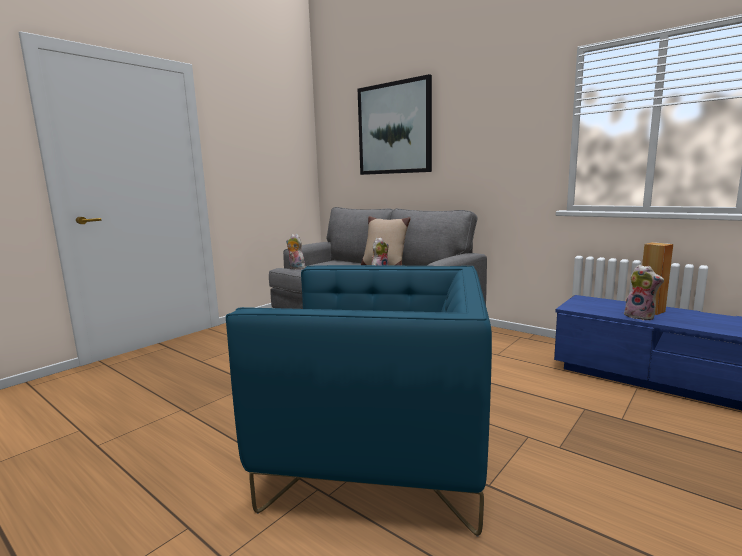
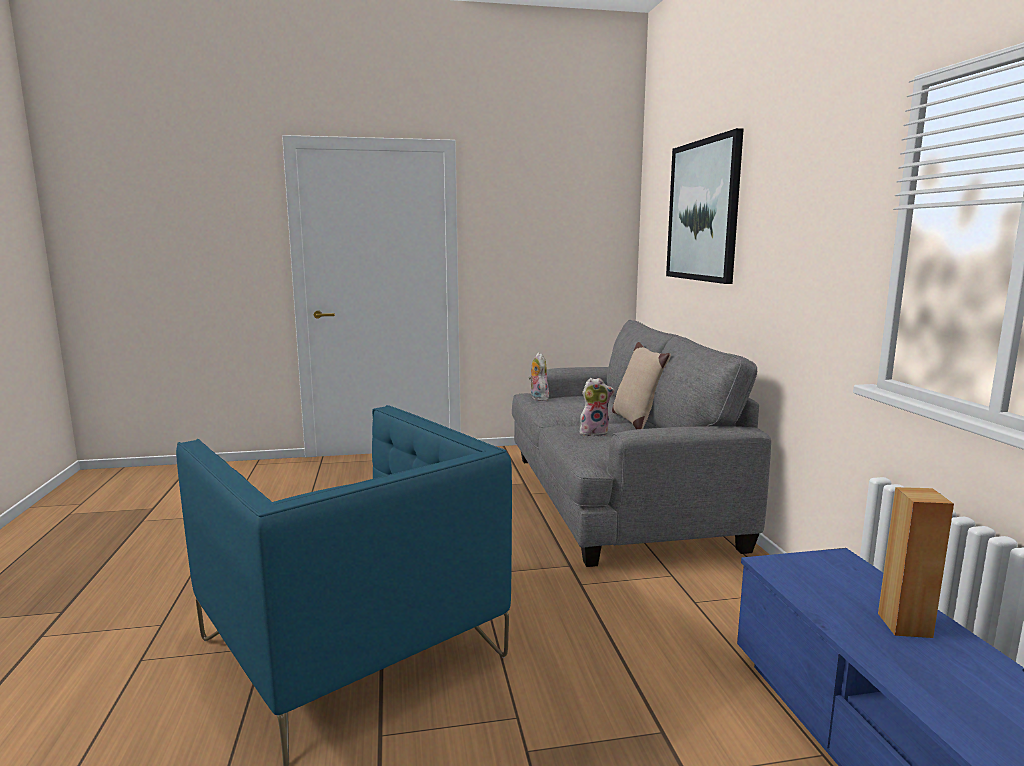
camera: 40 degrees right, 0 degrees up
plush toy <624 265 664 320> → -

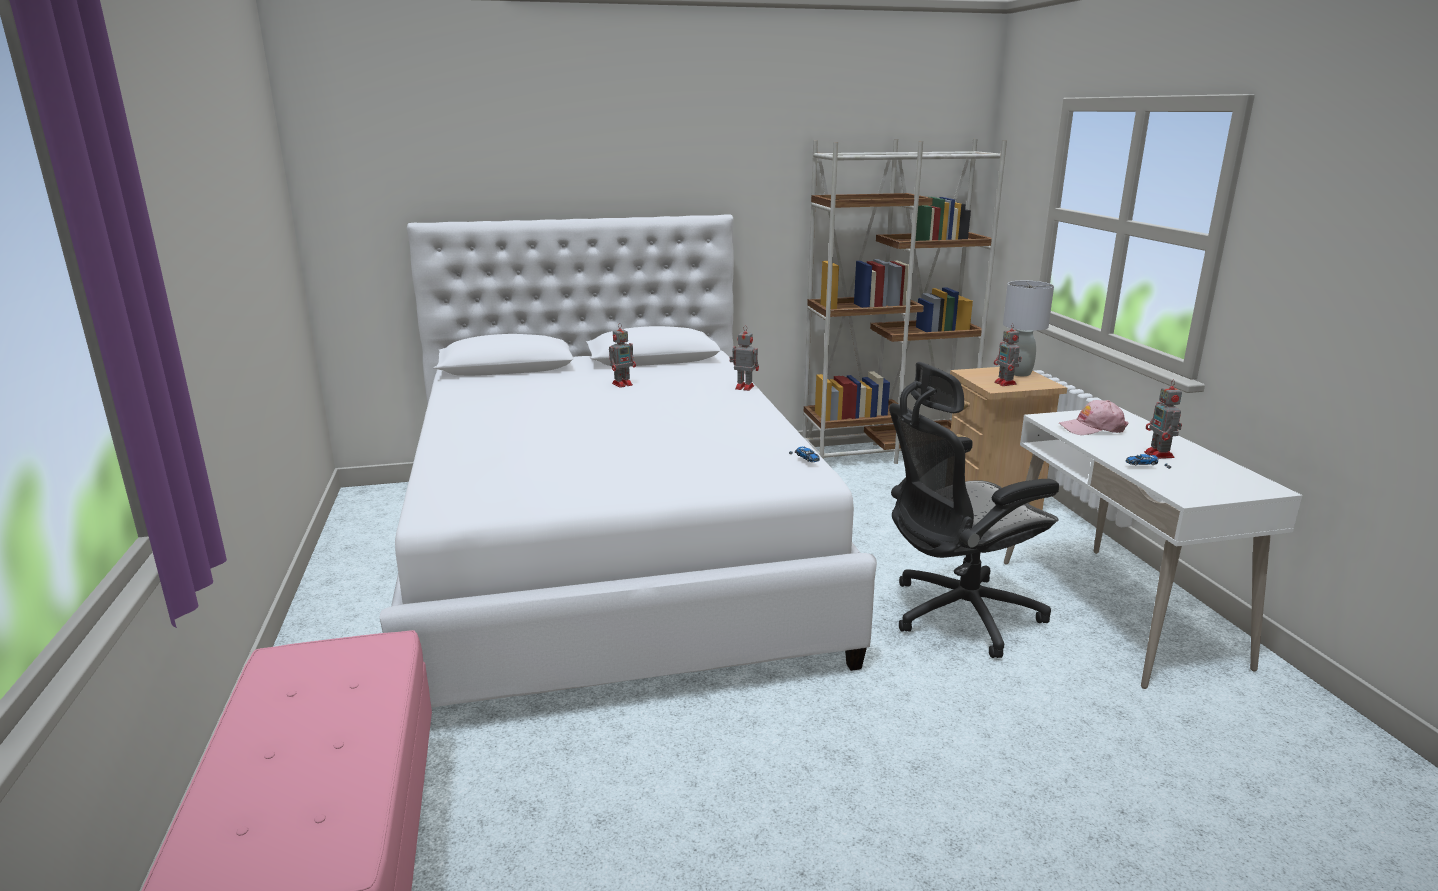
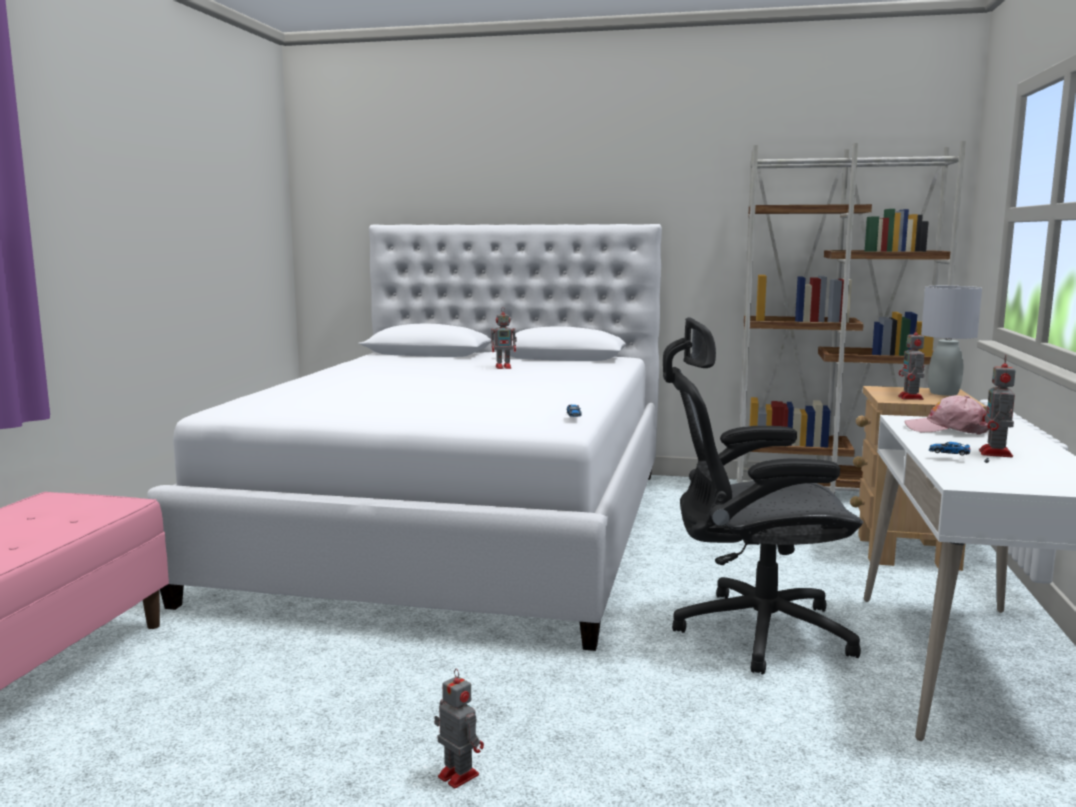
camera: 25 degrees right, 10 degrees down
robot figure <730 326 759 391> → robot figure <434 668 484 788>, moved

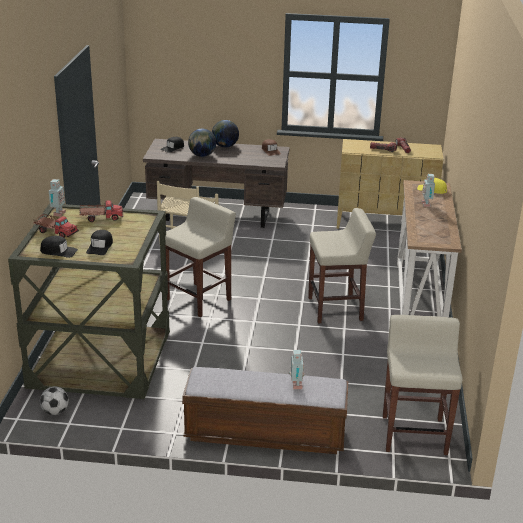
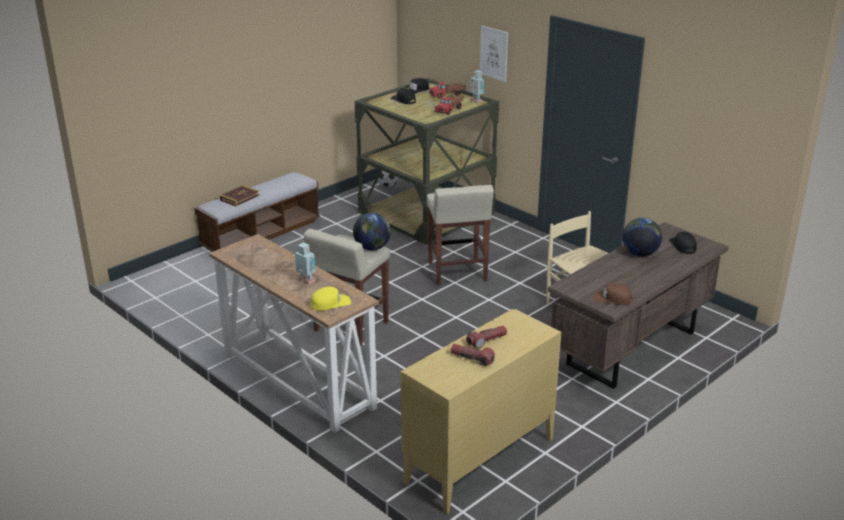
camera: 130 degrees right, 0 degrees up
sitting stool (beige) <383 315 462 455> → -
- → picture <480 26 508 82>
world globe <212 120 239 147> → world globe <353 213 391 250>, moved
robot figure <289 350 304 389> → volume <220 185 259 206>

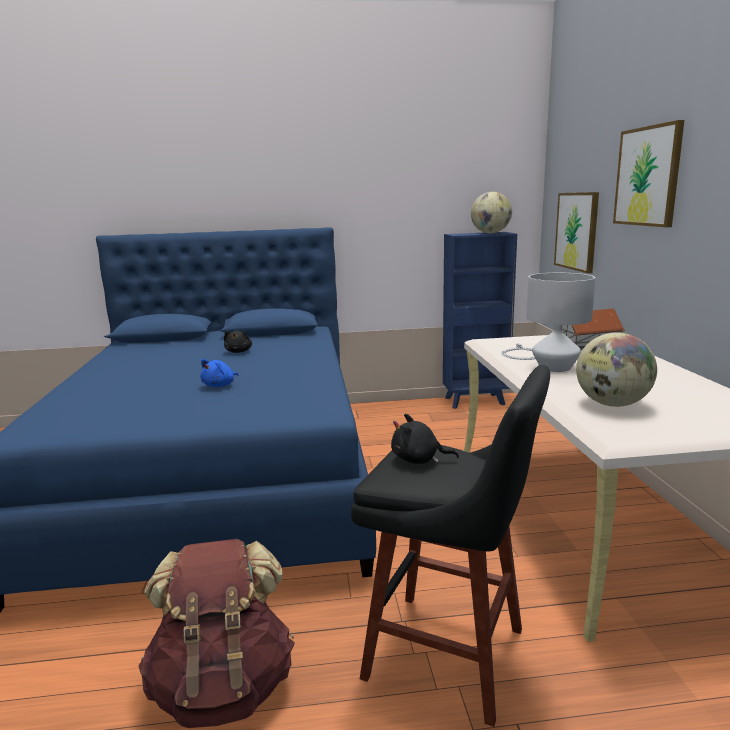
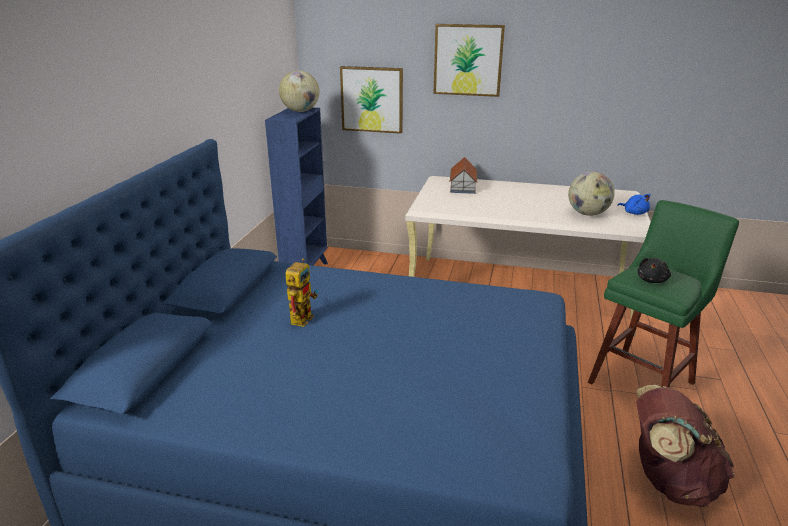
camera: 70 degrees left, 10 degrees up
lamp for a table (white-coloured) <501 273 595 372> → -
plush toy (blue-coloured) <200 359 238 387> → plush toy (blue-coloured) <617 194 650 215>, moved
plush toy (black-coloured) <224 330 252 353> → robot figure <286 258 318 327>
sitting stool (black-coloured) <351 365 550 727> → sitting stool (greenish) <588 200 739 388>

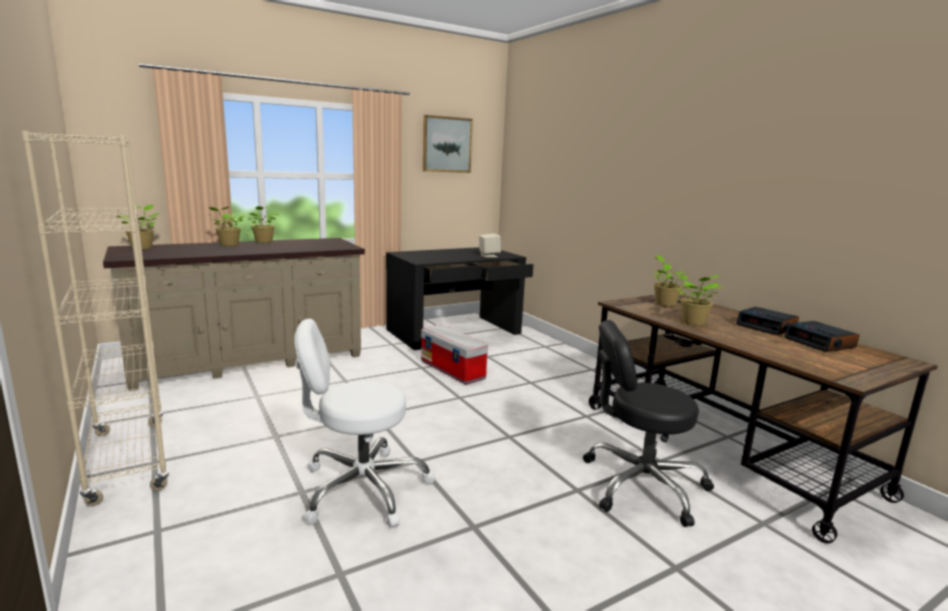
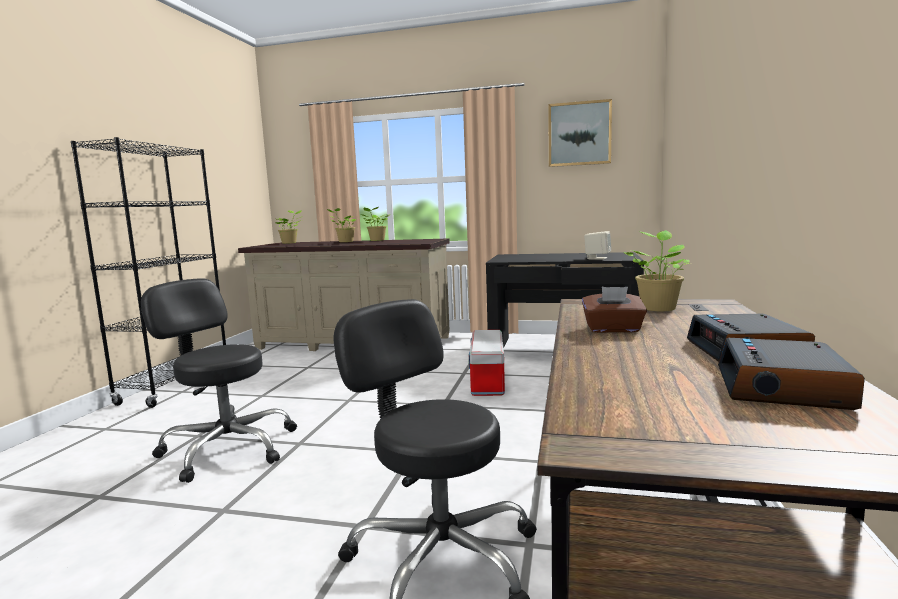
camera: 45 degrees right, 5 degrees down
potted plant <677 275 723 325> → box of tissues (brown-coloured) <582 287 647 333>
bookcase (beige) <21 131 169 506> → bookcase (black-coloured) <71 137 226 408>
computer chair (white-coloured) <295 319 435 528> → computer chair (black-coloured) <141 278 297 483>

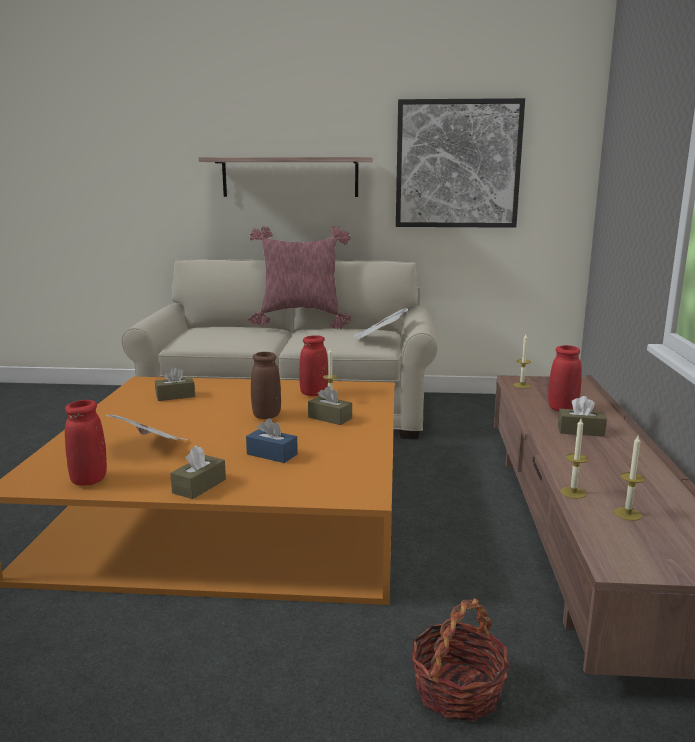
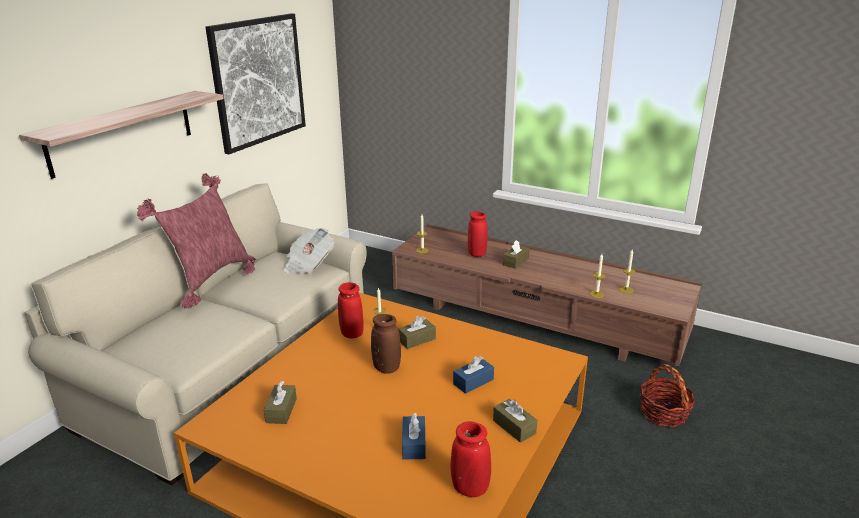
camera: 65 degrees left, 10 degrees up
printed paper <105 415 188 440> → box of tissues (blue-coloured) <402 413 426 459>

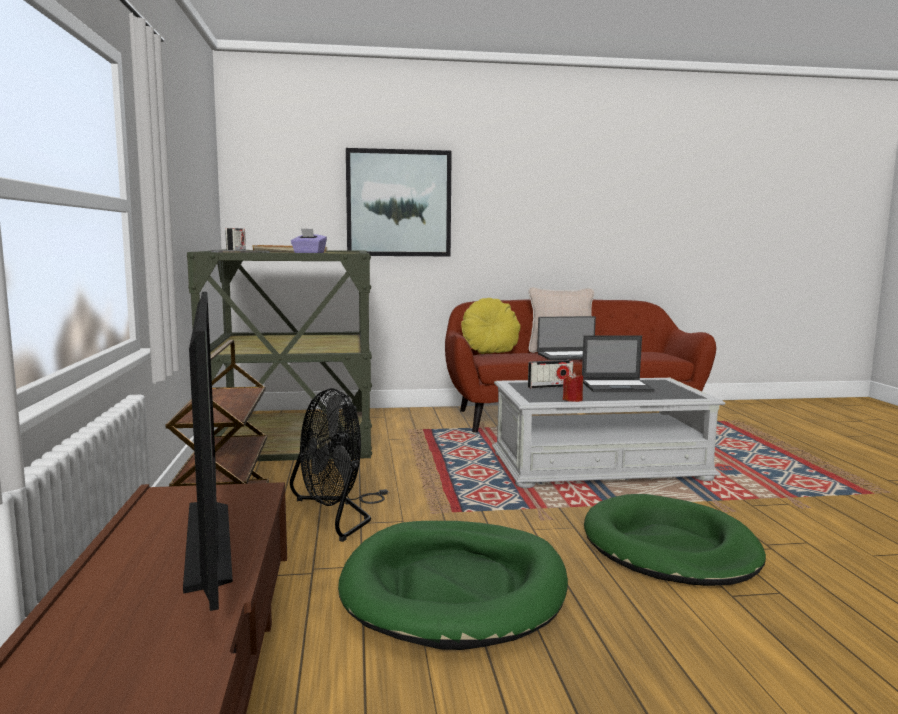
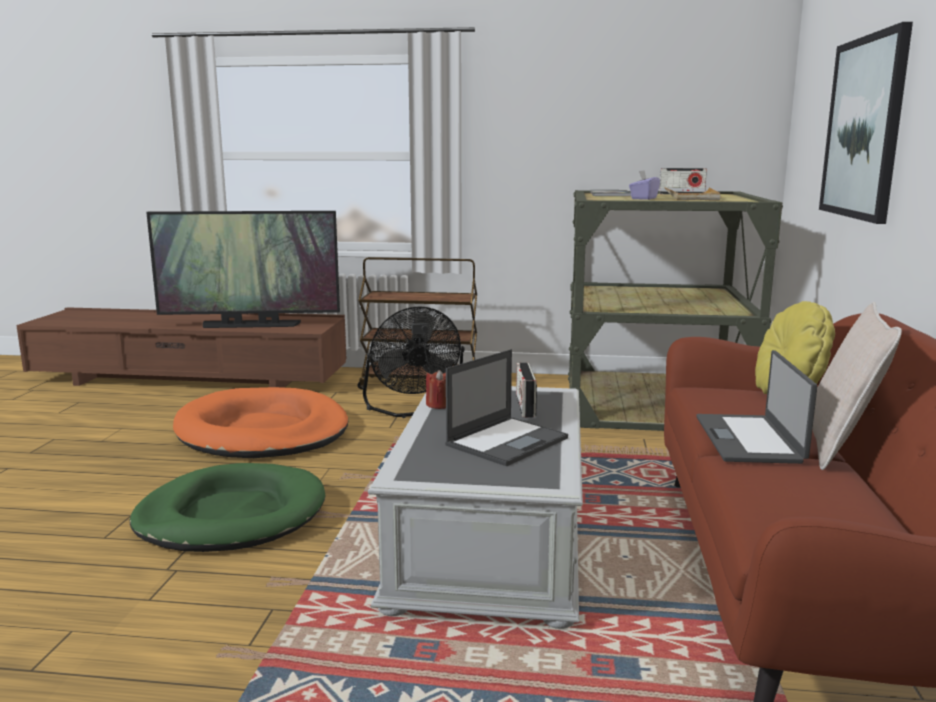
camera: 105 degrees right, 5 degrees up
dog cushion (greenish) <338 521 568 650> → dog cushion (orangey) <173 387 348 458>
notebook computer <582 335 655 392> → notebook computer <445 349 568 466>, 150 degrees counterclockwise

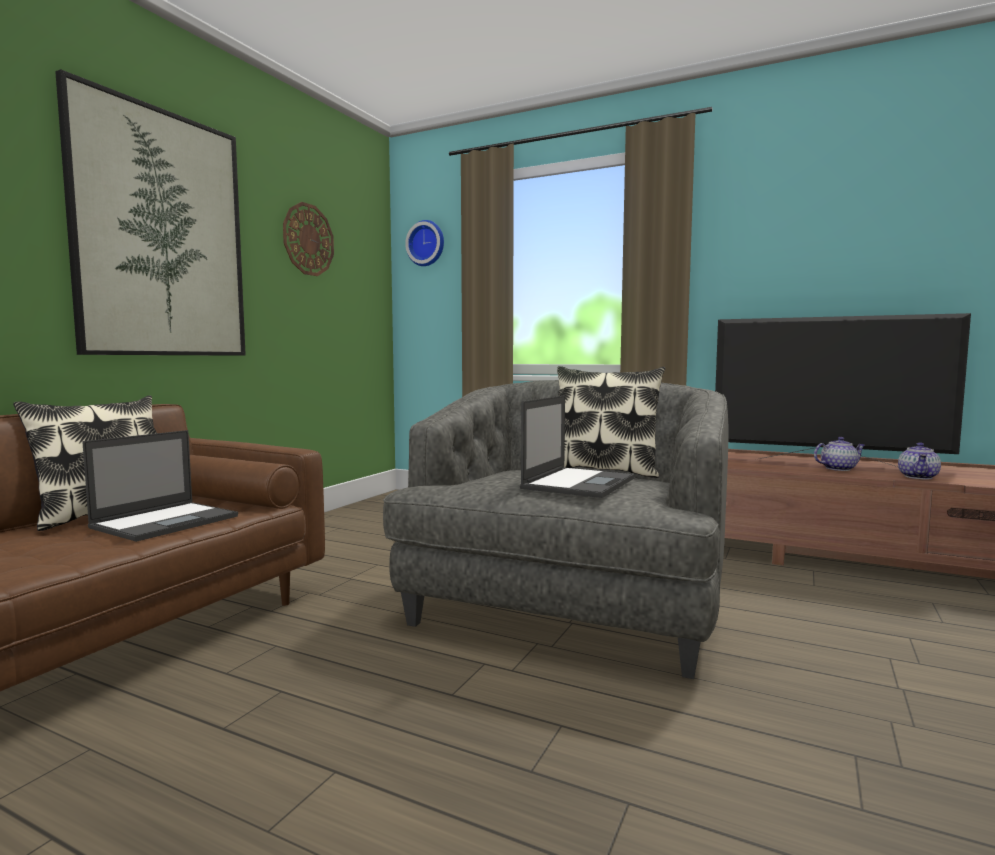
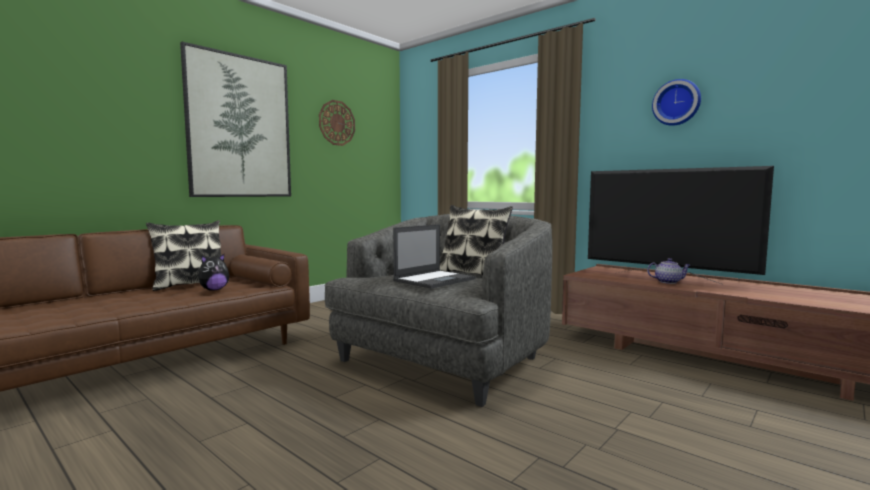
camera: 15 degrees right, 0 degrees up
teapot <898 442 941 479> → -
wall clock <405 220 444 266> → wall clock <652 79 701 126>, moved
notebook computer <82 430 238 542> → plush toy <198 254 229 291>

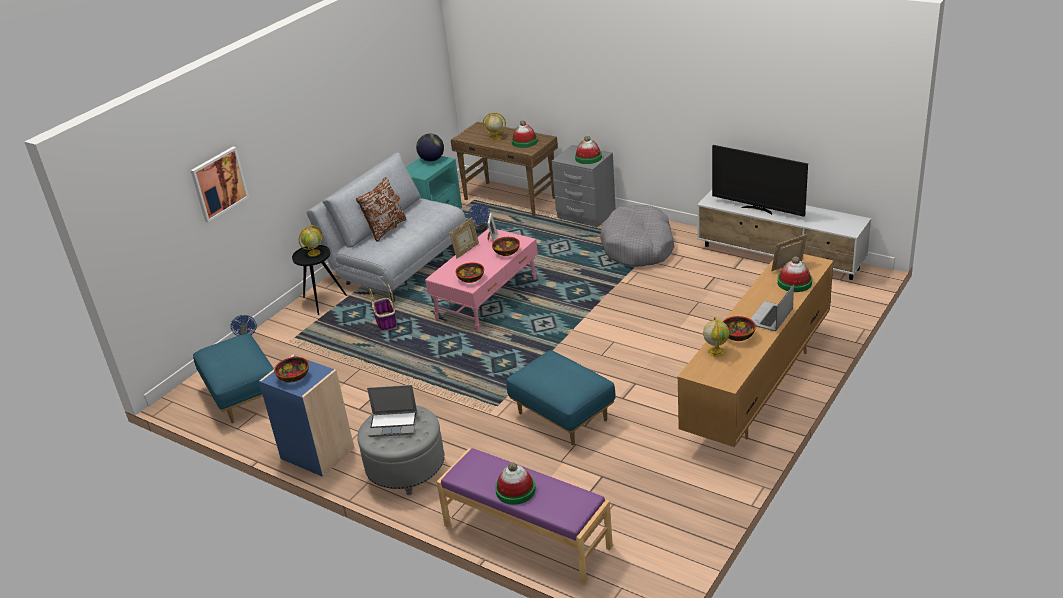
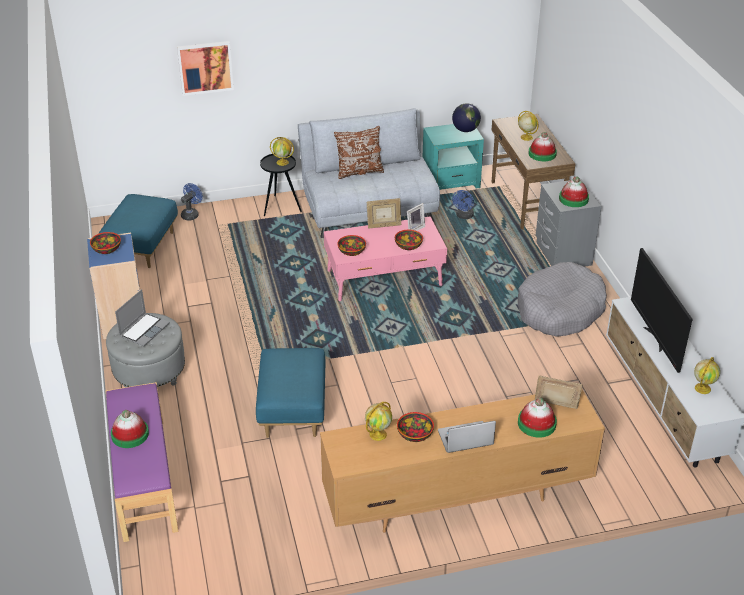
camera: 40 degrees right, 5 degrees up
household basket <369 284 397 331> → -
- → world globe <694 357 720 394>
notebook computer <367 385 417 437> → notebook computer <115 289 170 346>, 105 degrees counterclockwise

